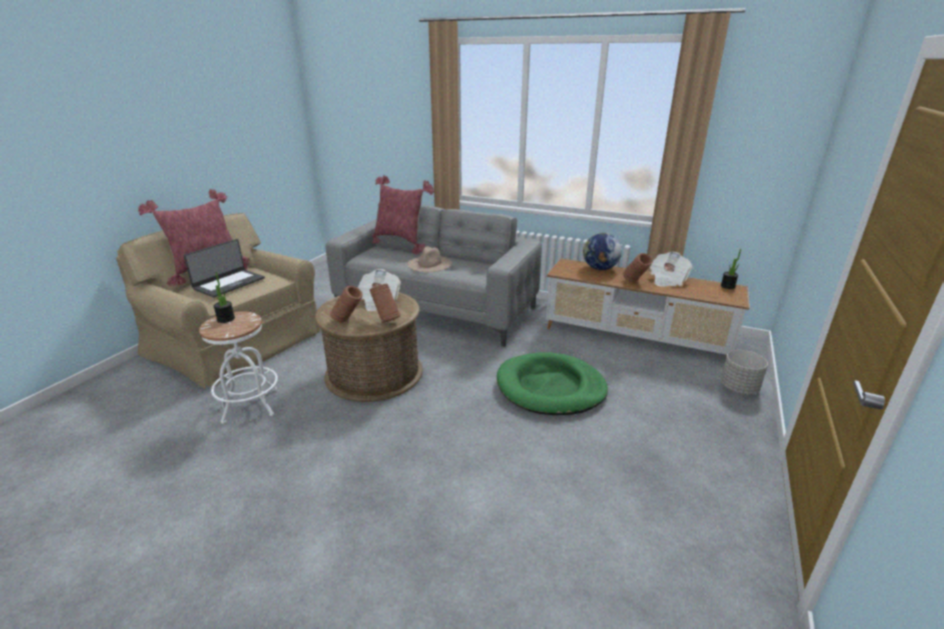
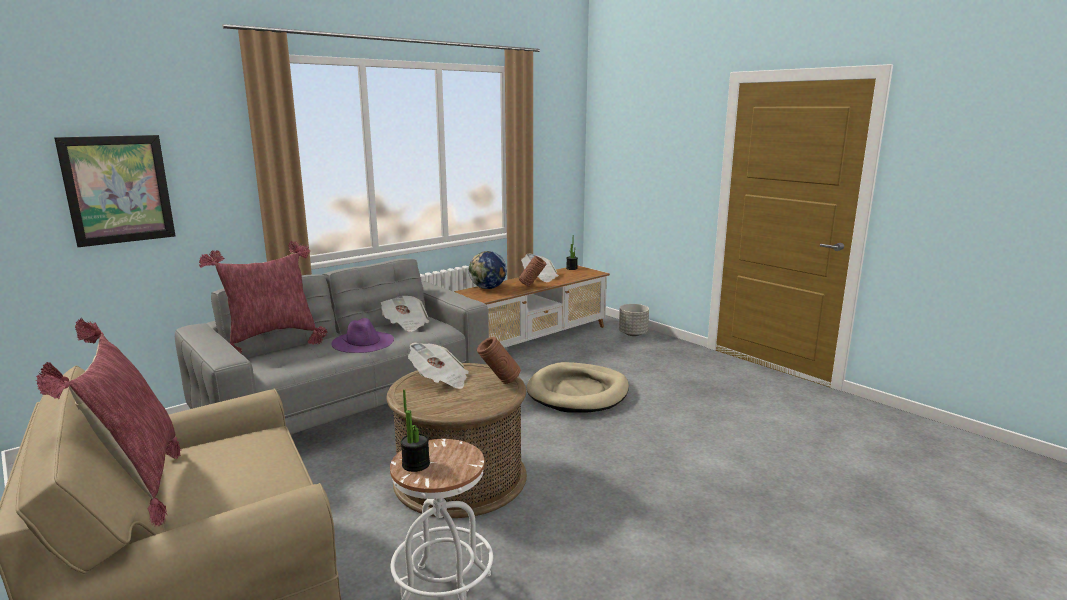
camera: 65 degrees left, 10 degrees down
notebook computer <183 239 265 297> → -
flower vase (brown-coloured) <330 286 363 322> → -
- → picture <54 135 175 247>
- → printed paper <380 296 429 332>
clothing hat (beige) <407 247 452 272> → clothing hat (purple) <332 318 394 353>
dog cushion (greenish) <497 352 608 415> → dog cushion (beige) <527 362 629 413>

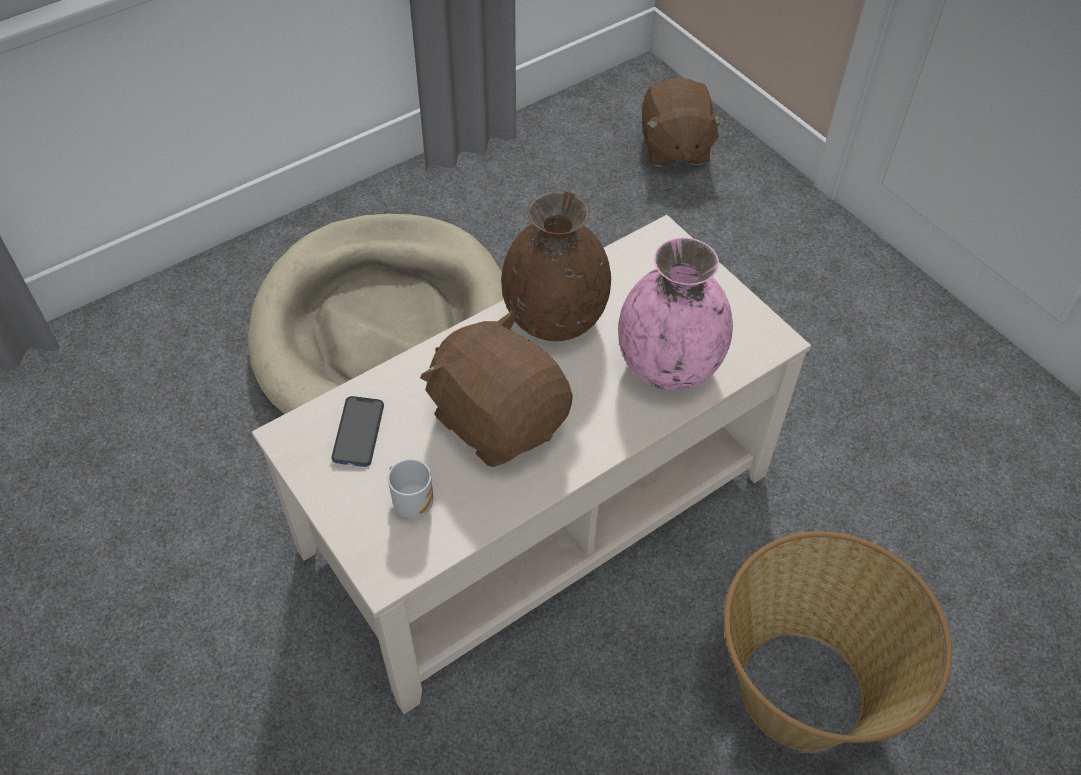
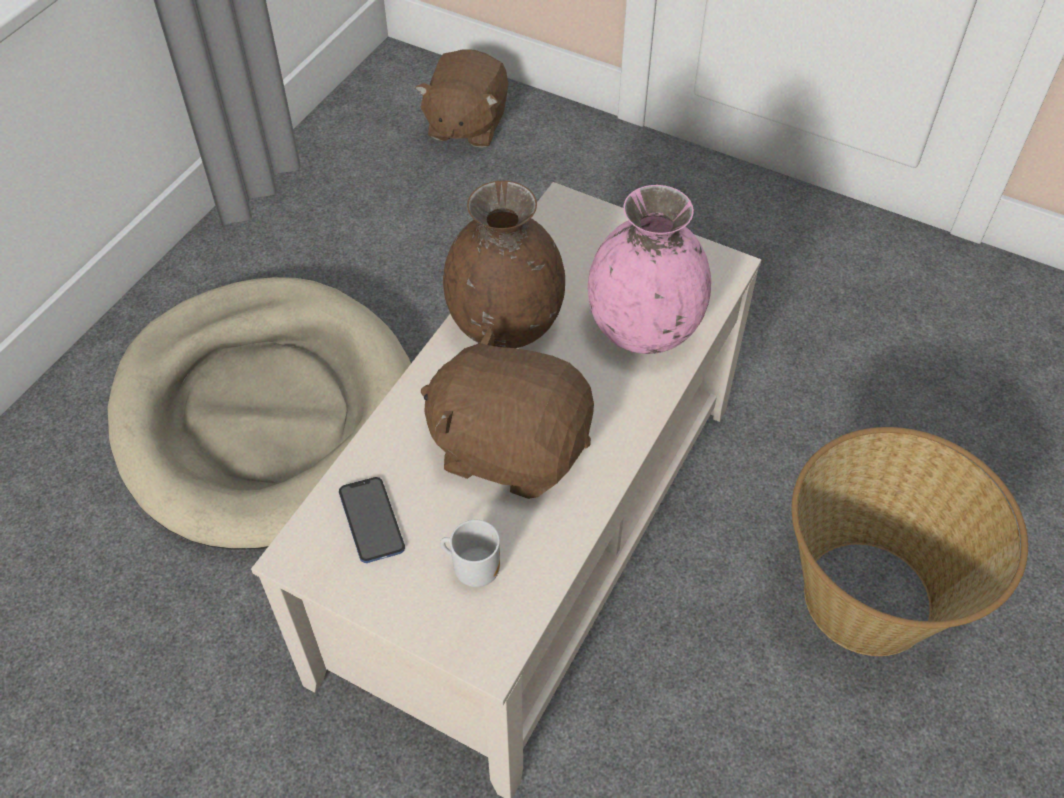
camera: 25 degrees left, 0 degrees up
plush toy (brown-coloured) <642 78 725 167> → plush toy (brown-coloured) <415 49 509 148>, 45 degrees clockwise

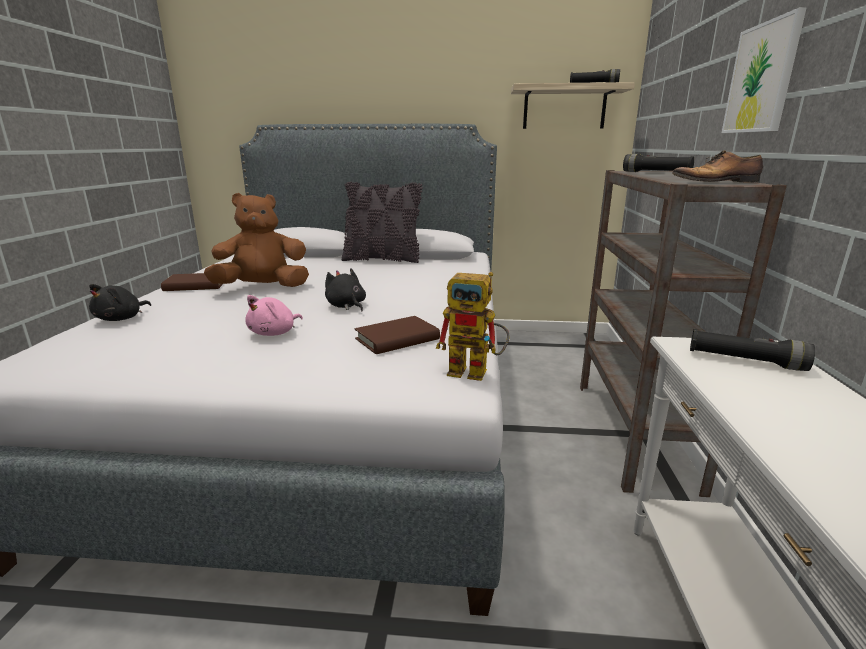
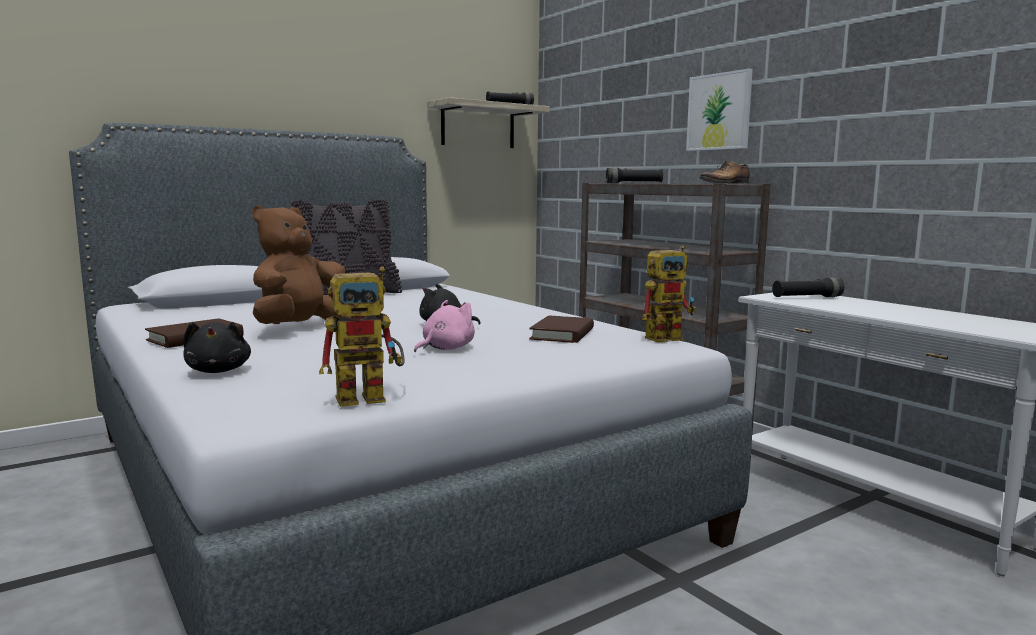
camera: 40 degrees left, 10 degrees down
- → robot figure <319 267 405 407>
plush toy (pinkish) <245 295 303 336> → plush toy (pinkish) <414 300 475 352>, 135 degrees counterclockwise

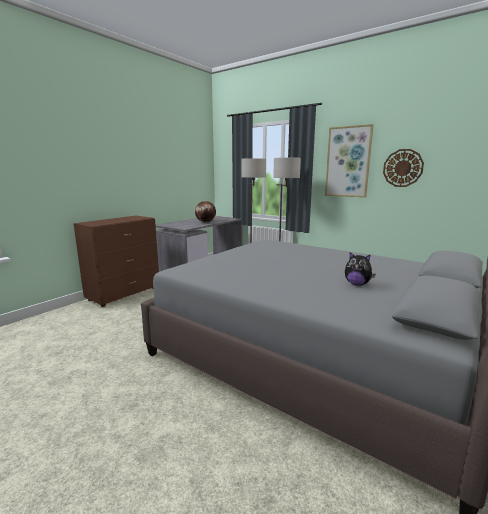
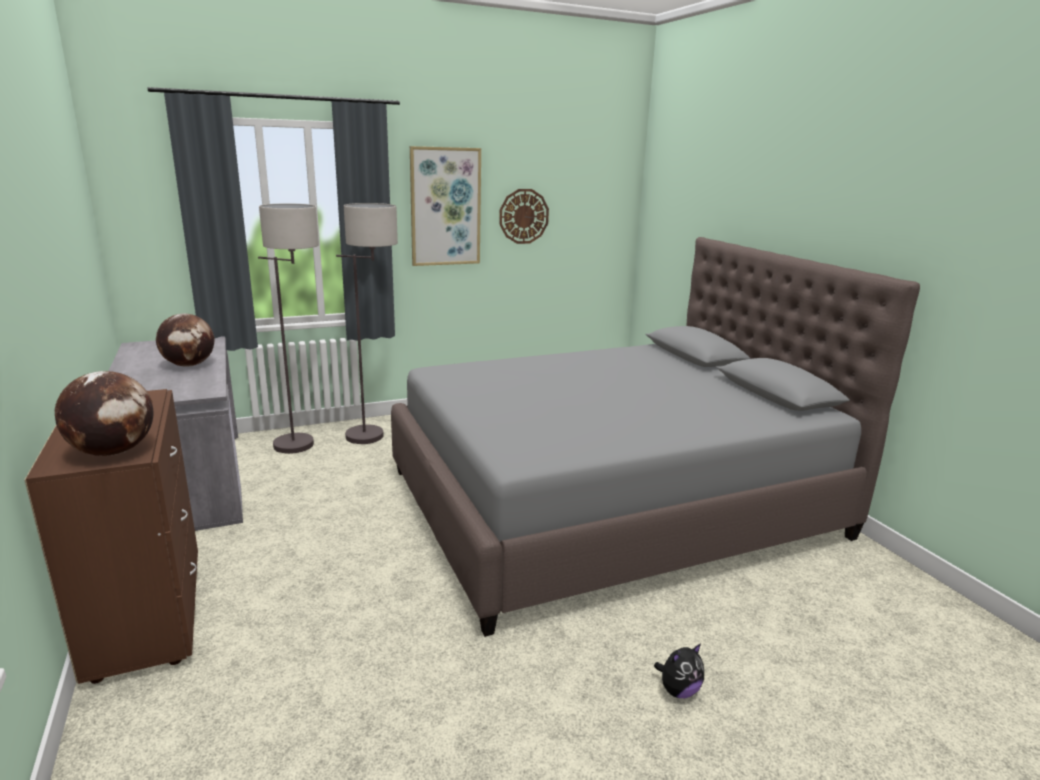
camera: 60 degrees left, 5 degrees up
- → world globe <55 371 154 456>
plush toy <345 252 376 286> → plush toy <654 643 704 698>, moved

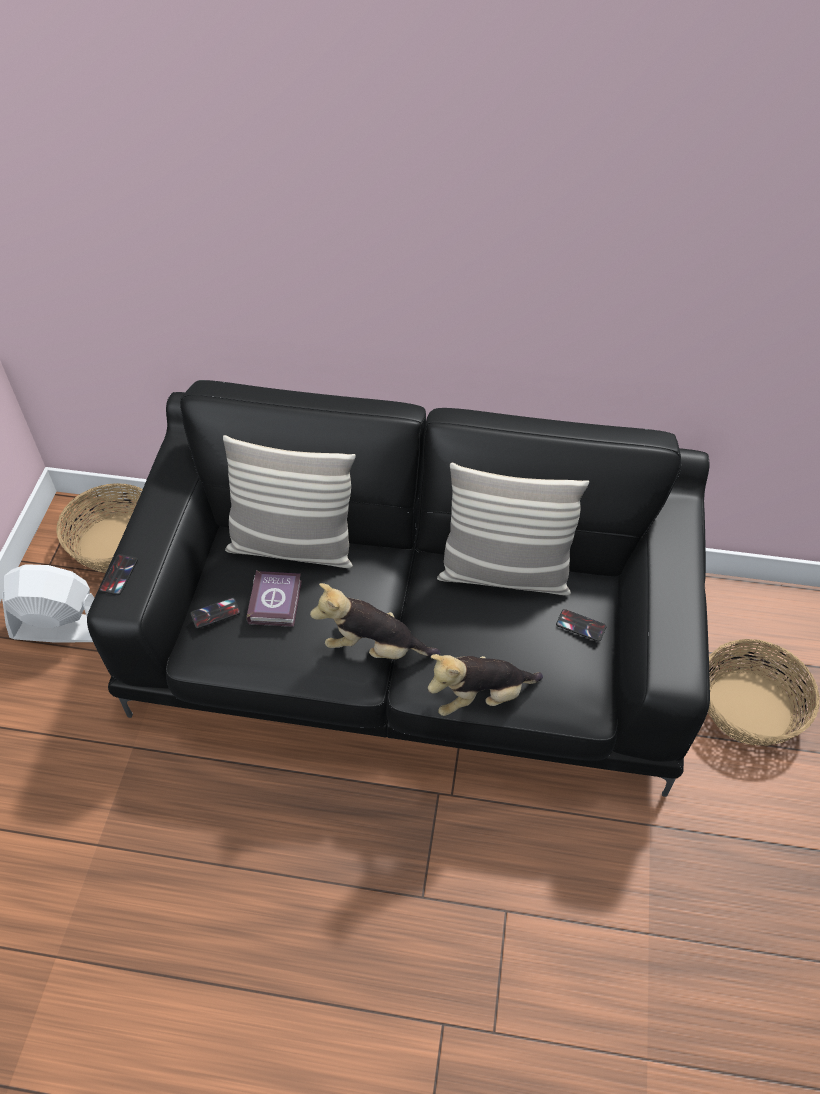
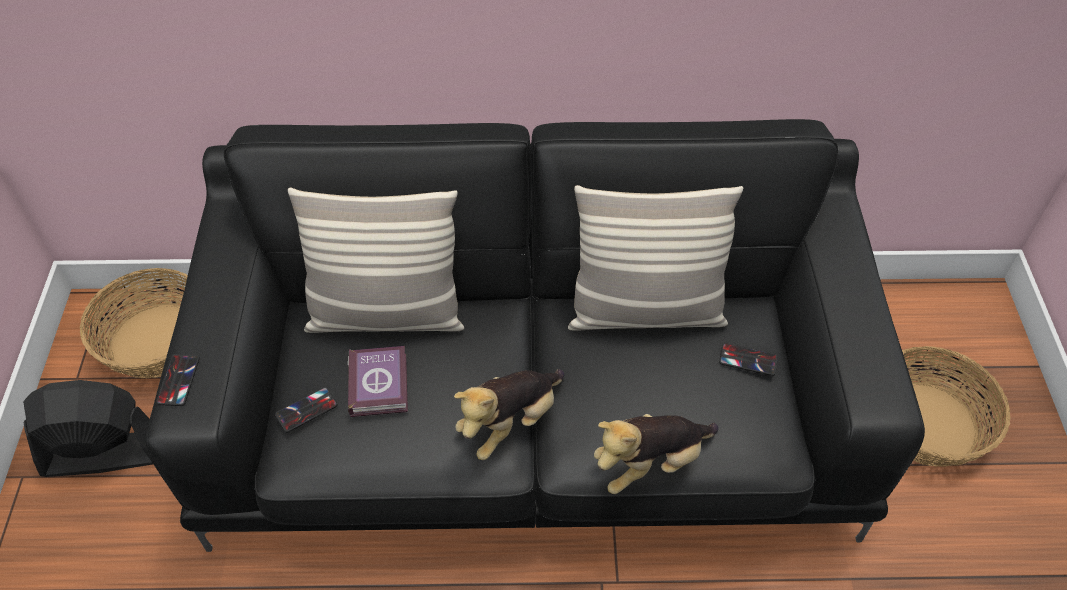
camera: 10 degrees left, 0 degrees up
electric fan (white-coloured) <2 564 94 643> → electric fan (black-coloured) <23 380 153 477>
plush toy <310 583 441 659> → plush toy <454 369 564 460>, 45 degrees counterclockwise

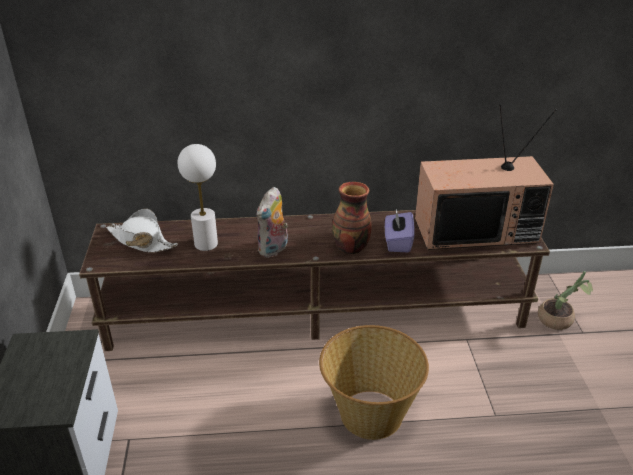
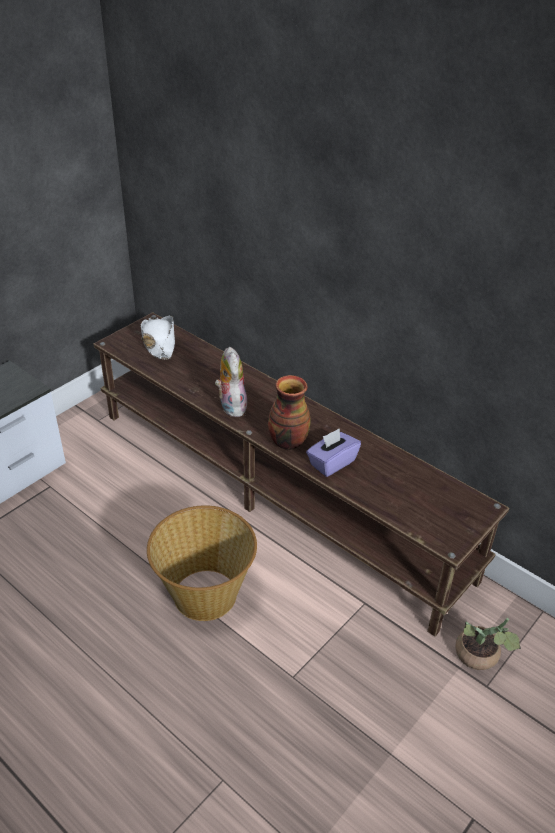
camera: 45 degrees right, 5 degrees up
lamp for a table (white-coloured) <178 144 218 251> → -
TV <415 104 557 250> → -
plush toy <256 187 288 258> → plush toy <215 347 247 417>, 90 degrees clockwise

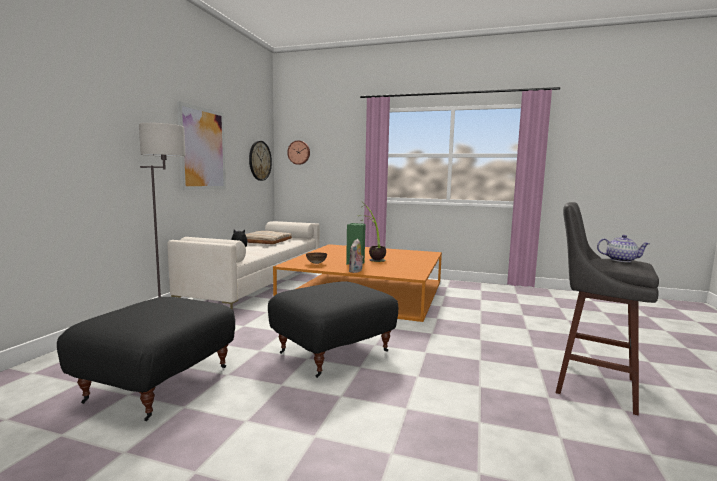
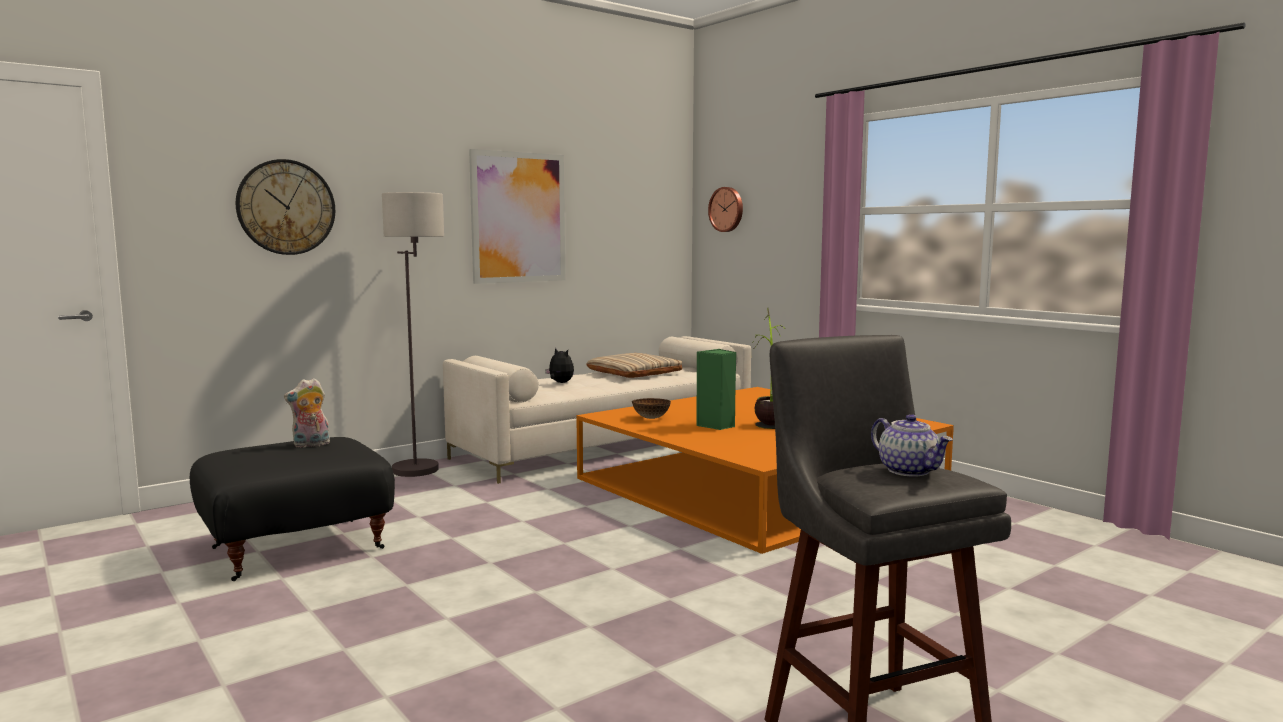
camera: 35 degrees right, 0 degrees up
ottoman (black-coloured) <268 281 398 378> → -
wall clock <249 141 272 181> → wall clock <236 159 335 255>, moved
plush toy <349 239 364 273> → plush toy <284 378 330 448>, moved

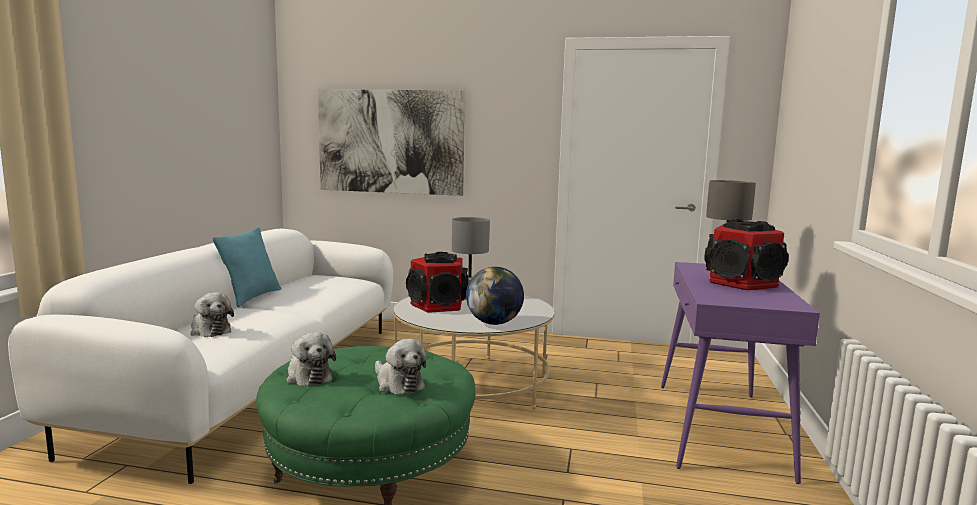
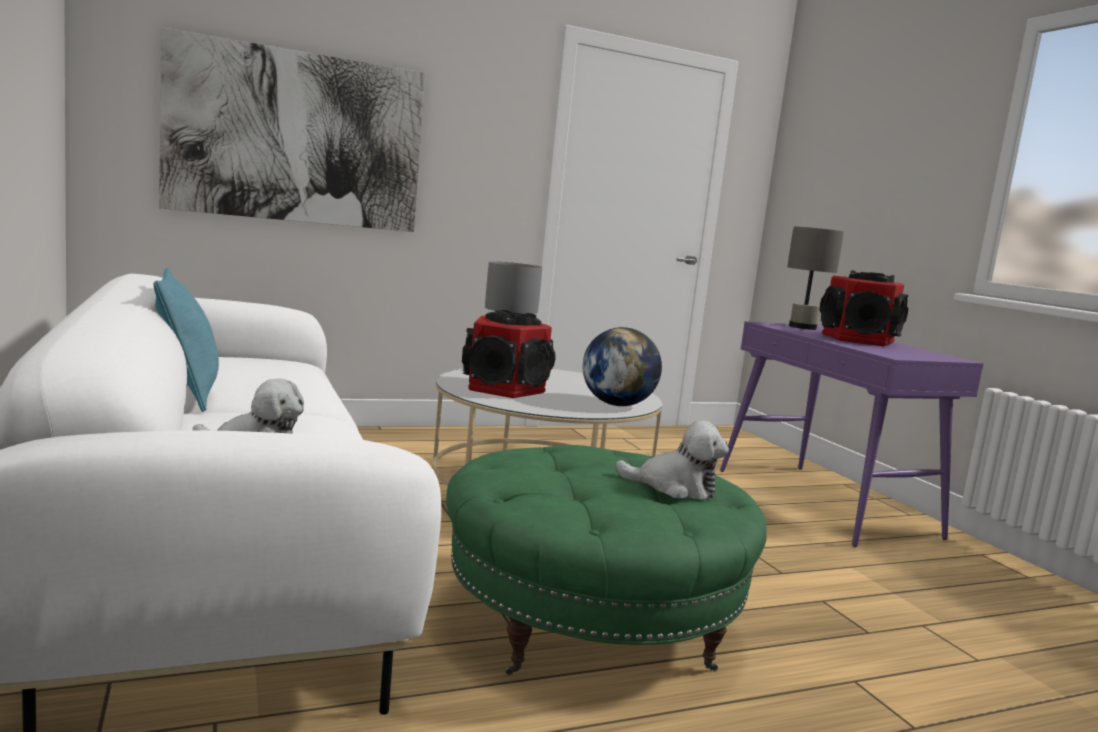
camera: 35 degrees left, 0 degrees up
plush toy <286 332 336 387> → -

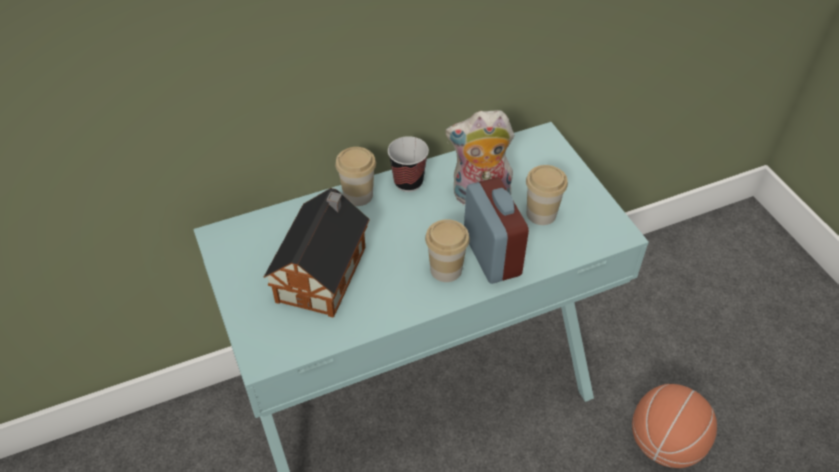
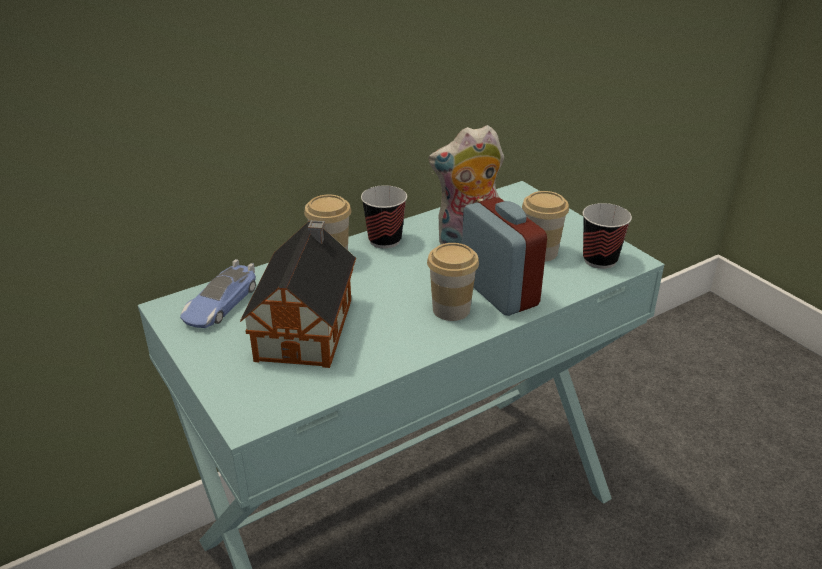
camera: 10 degrees left, 15 degrees down
basketball ball <632 384 717 468> → -
- → model car <180 259 256 328>
- → cup <583 203 632 269>

